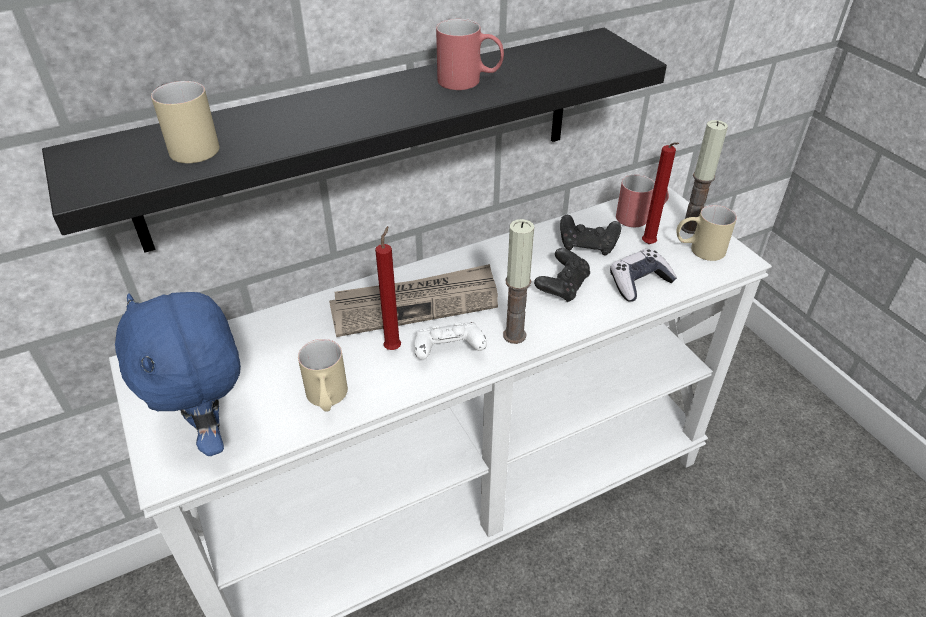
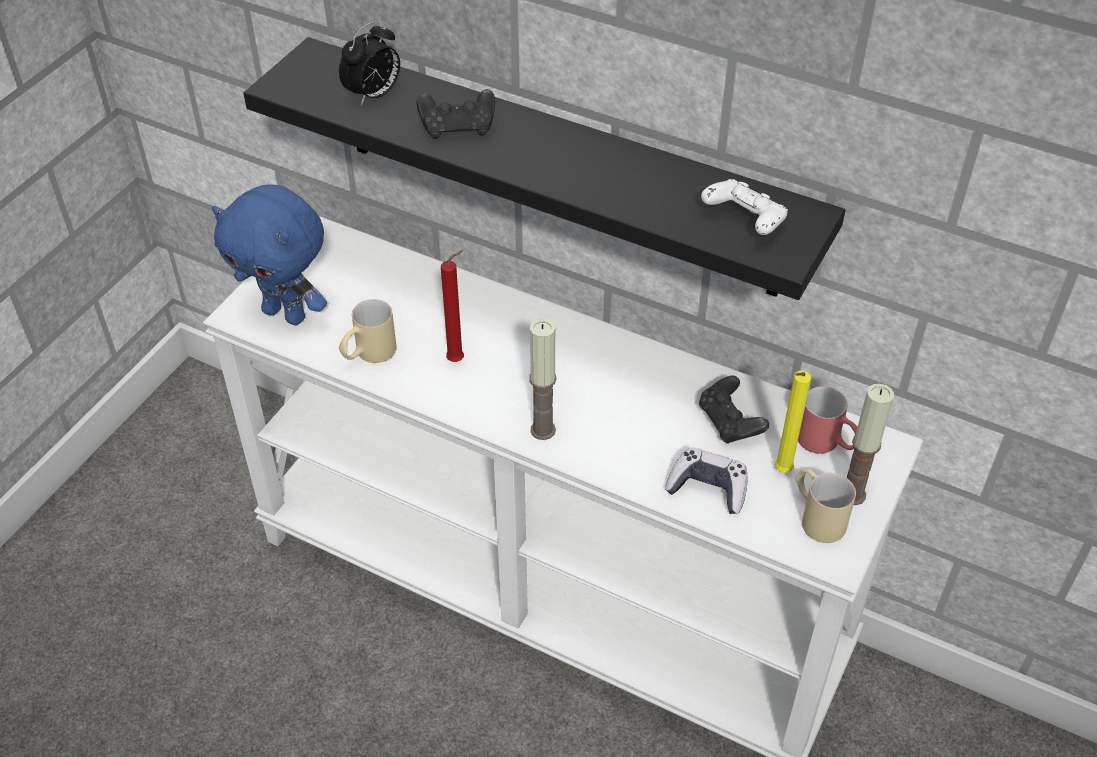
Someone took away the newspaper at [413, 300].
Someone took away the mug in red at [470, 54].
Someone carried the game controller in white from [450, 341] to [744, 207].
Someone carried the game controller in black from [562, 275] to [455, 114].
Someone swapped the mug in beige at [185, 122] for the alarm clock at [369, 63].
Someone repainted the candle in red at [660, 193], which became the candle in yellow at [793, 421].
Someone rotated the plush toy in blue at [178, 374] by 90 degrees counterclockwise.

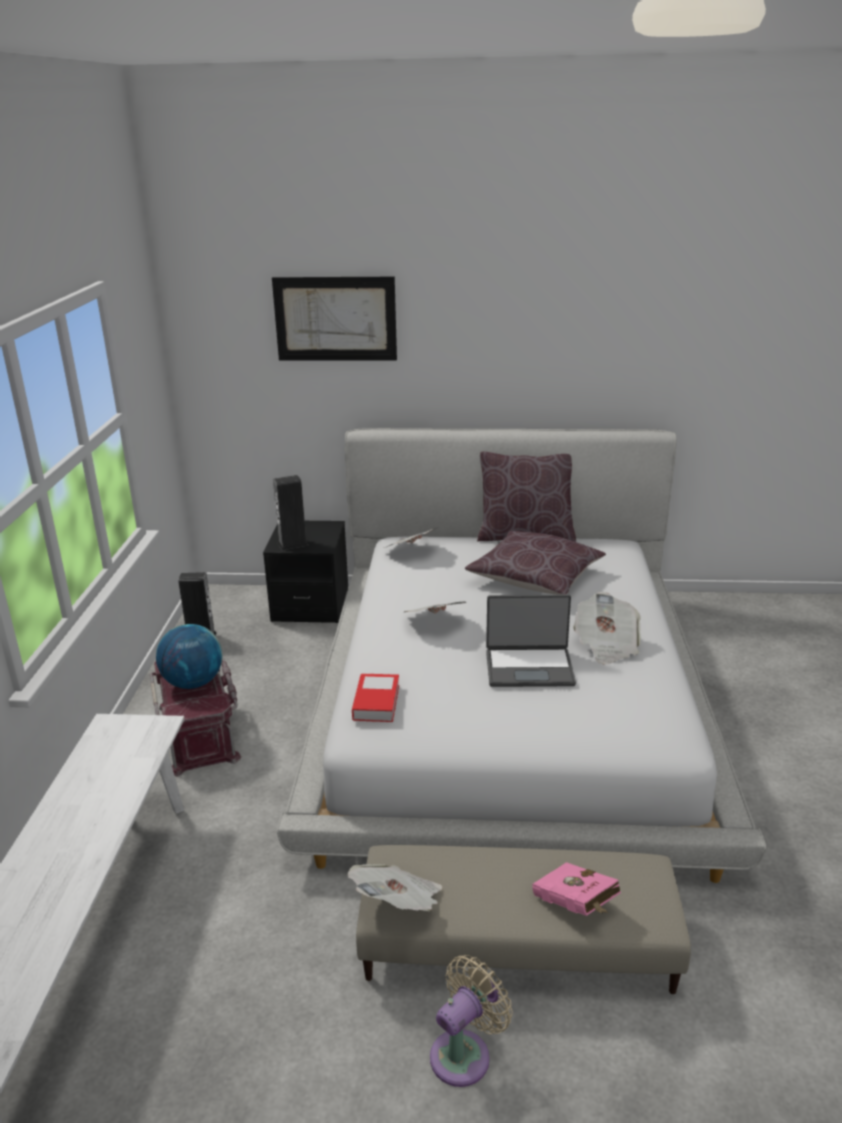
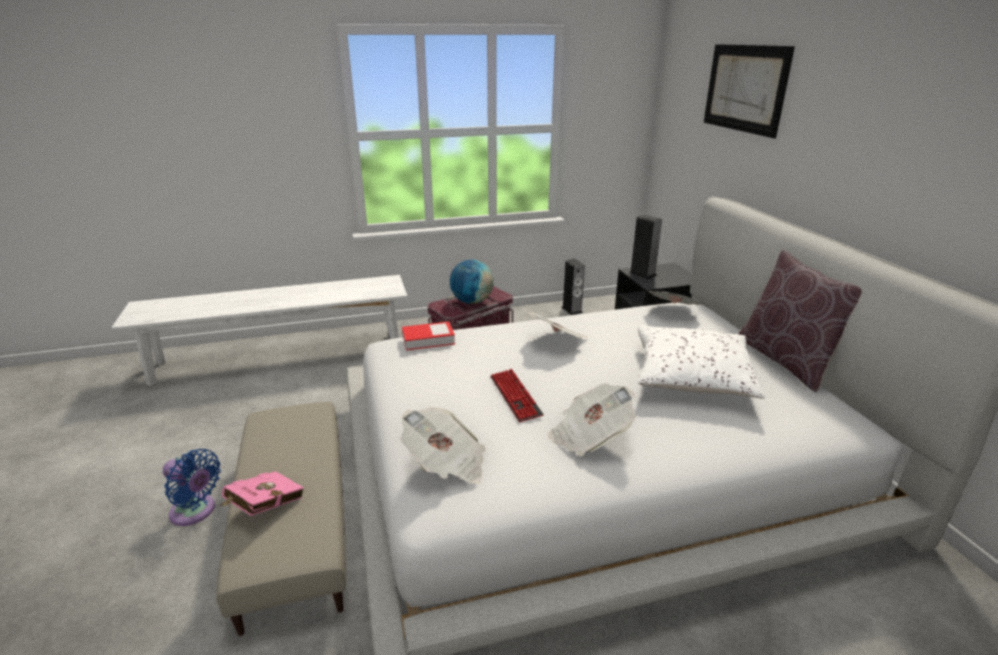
Someone carried the newspaper from [395, 887] to [442, 445].
Someone swapped the laptop at [531, 641] for the keyboard at [517, 395].
Someone repainted the fan in beige at [471, 1021], which became the fan in blue at [192, 487].
Someone repainted the pillow in brown at [535, 563], which became the pillow in white at [701, 362].

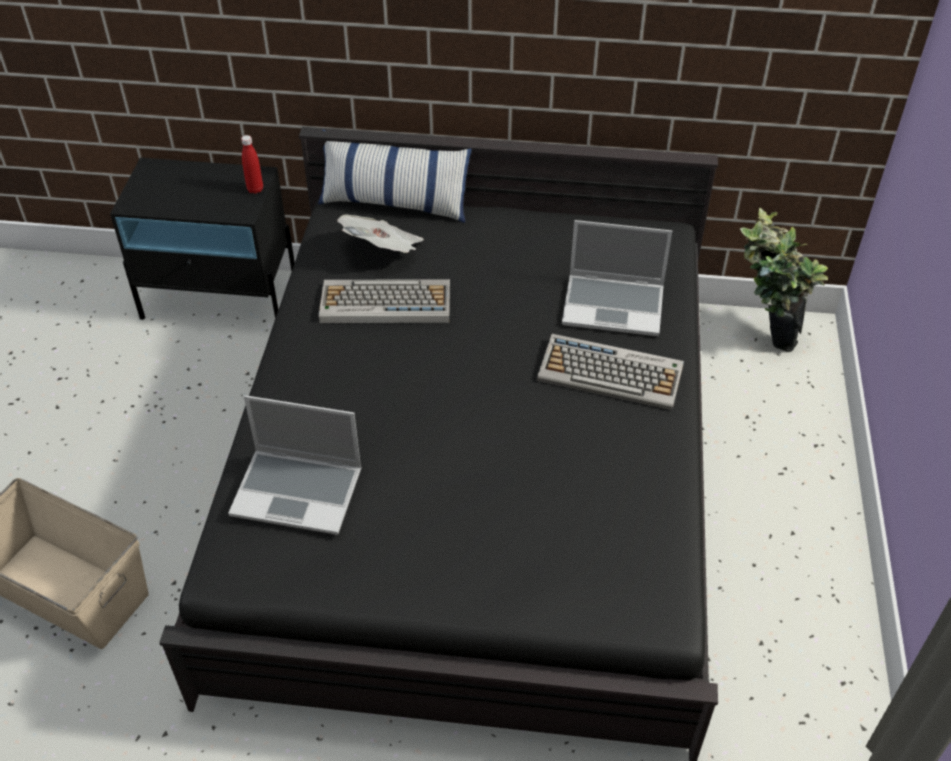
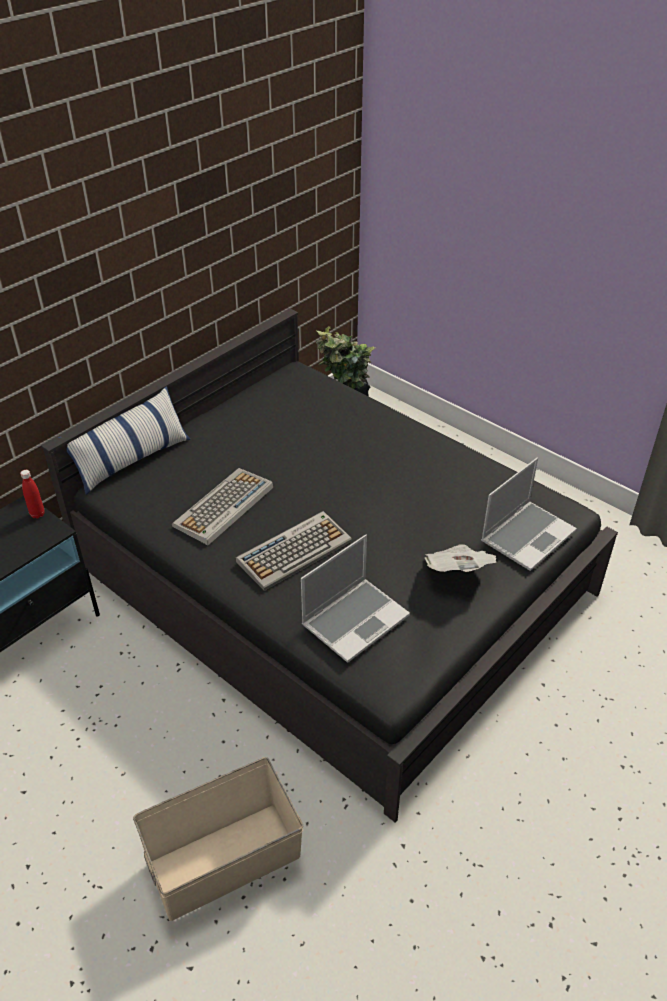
Someone carried the newspaper from [380, 233] to [461, 558].
Someone carried the keyboard from [610, 372] to [294, 551].
Someone carried the laptop from [617, 278] to [529, 514].

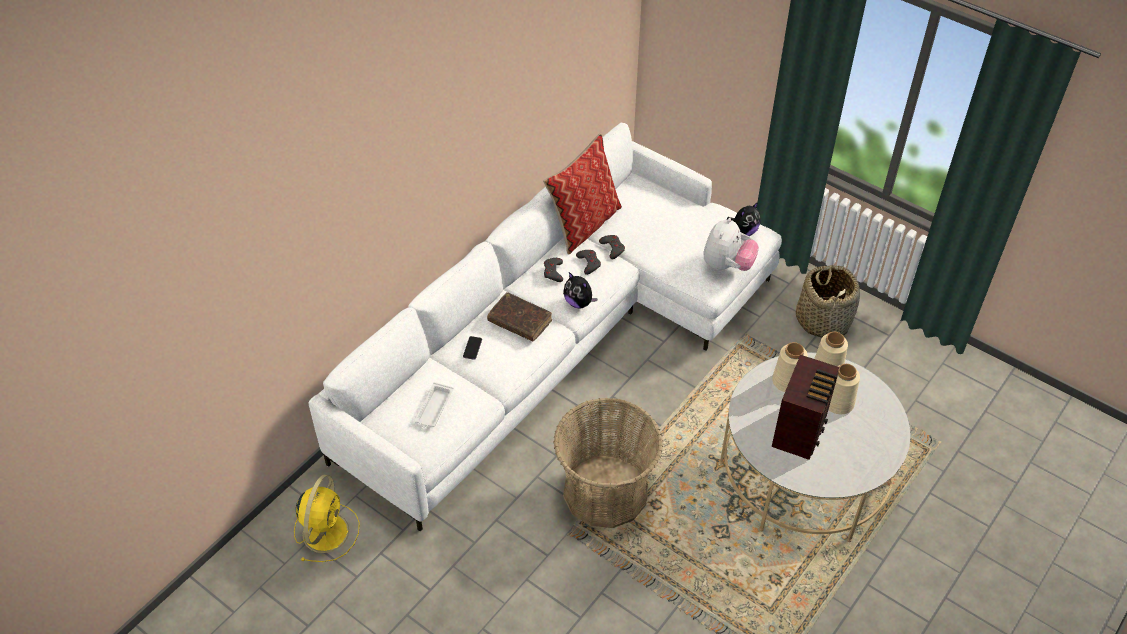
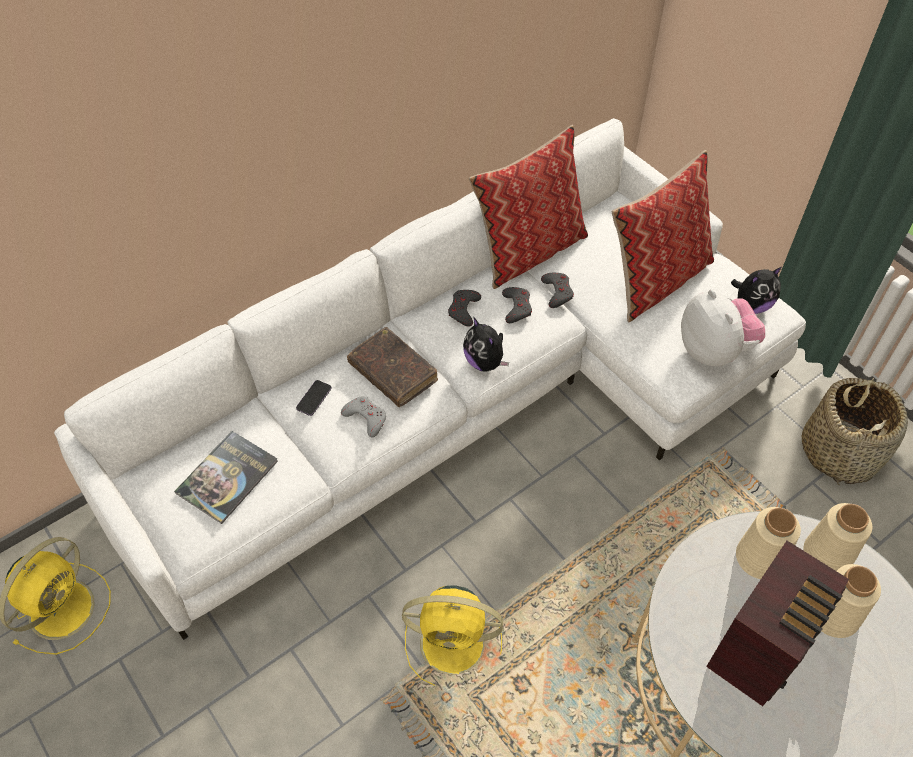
Someone put down the game controller in grey at [363, 417].
Someone put down the pillow at [662, 236].
Someone swapped the tray in white at [434, 404] for the book at [226, 477].
Someone swapped the basket at [608, 463] for the fan in yellow at [452, 636].
Someone rotated the plush toy at [731, 244] by 60 degrees counterclockwise.

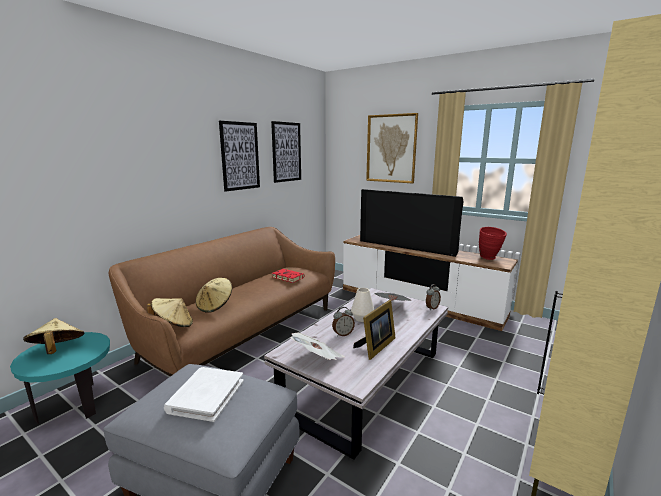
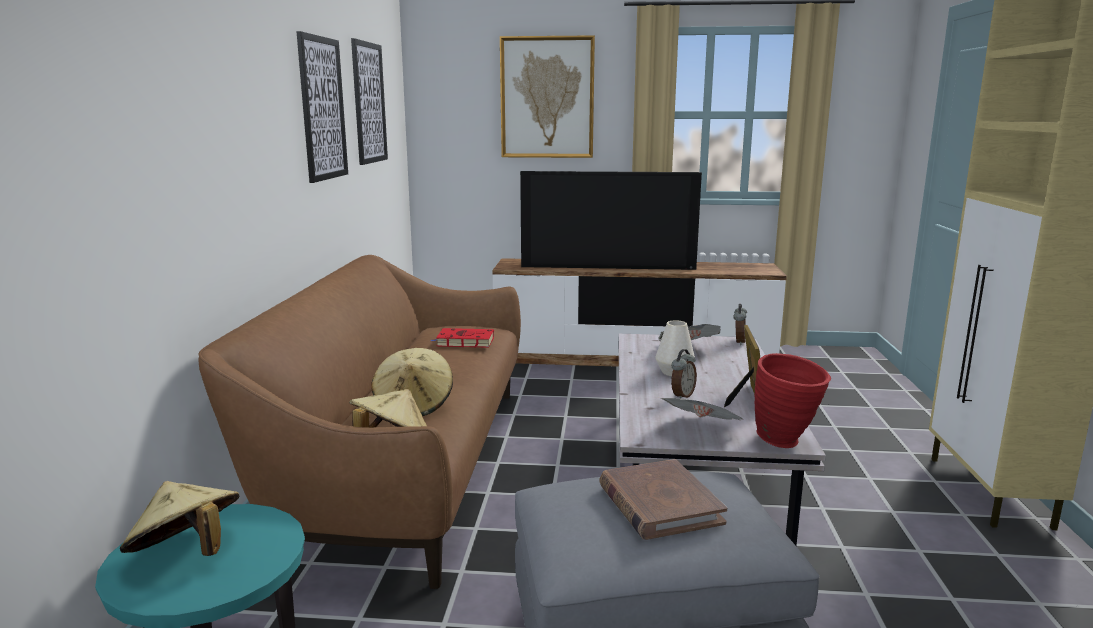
Someone carried the vase in red from [493, 243] to [792, 400].
Someone repainted the book in white at [204, 394], which became the book in brown at [663, 499].

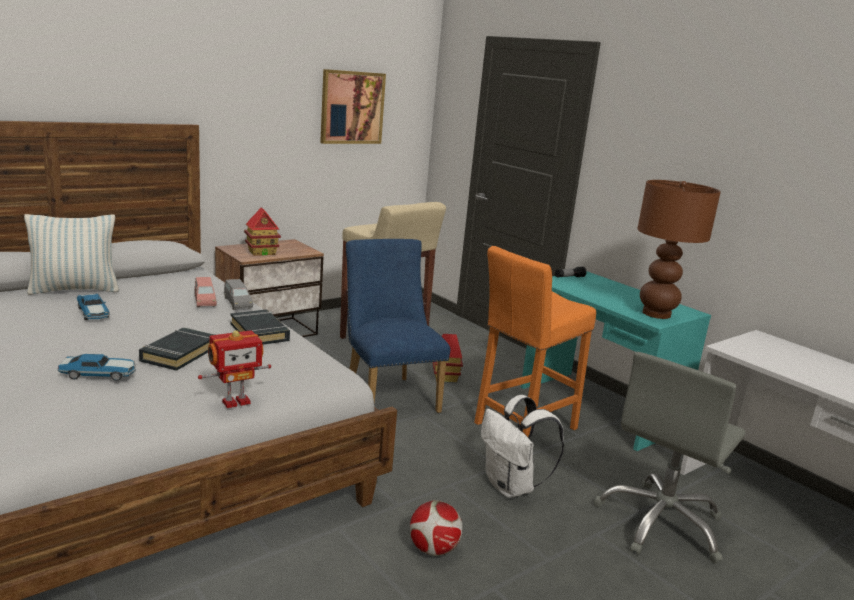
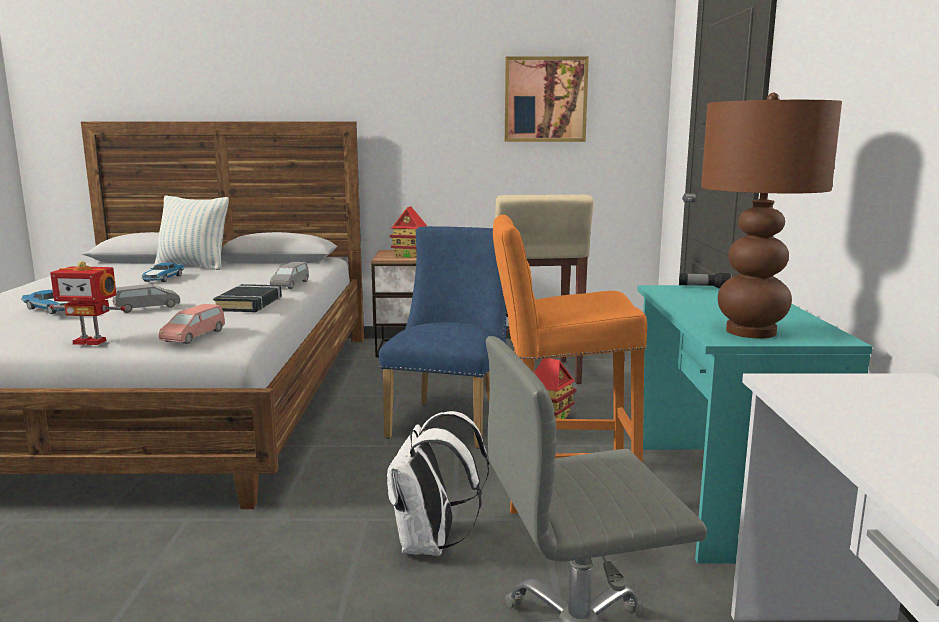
Someone took away the football at [436, 528].
Someone carried the toy car in pink from [206, 292] to [192, 324].
Someone swapped the book in black at [177, 349] for the toy car in grey at [146, 298].

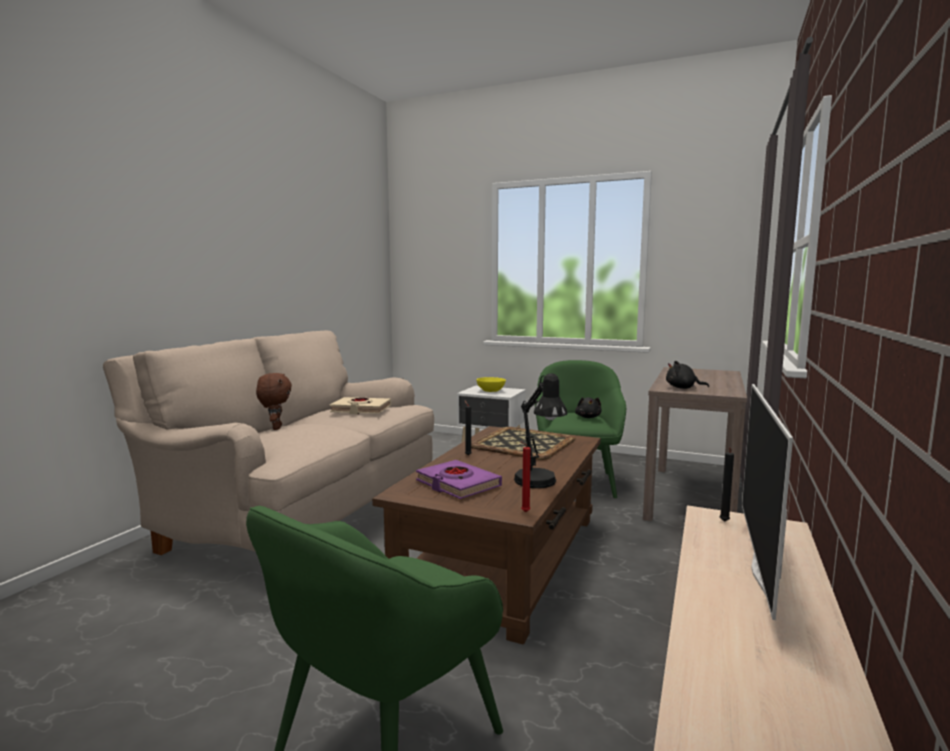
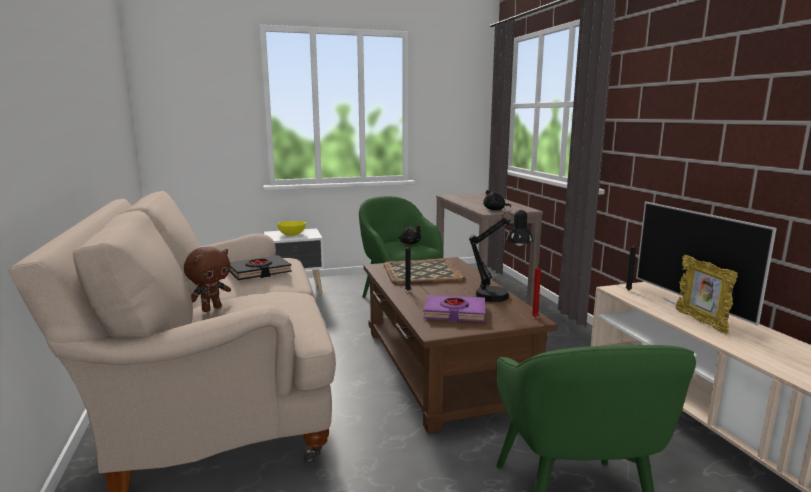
Someone put down the picture frame at [707, 294].
Someone repainted the book in beige at [360, 405], which became the book in black at [260, 267].
Someone rotated the plush toy in brown at [274, 401] by 90 degrees clockwise.

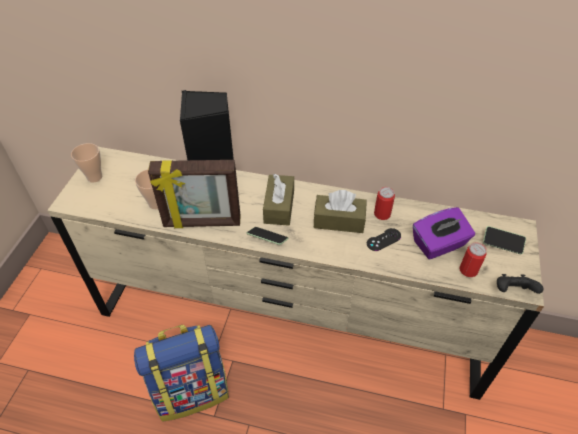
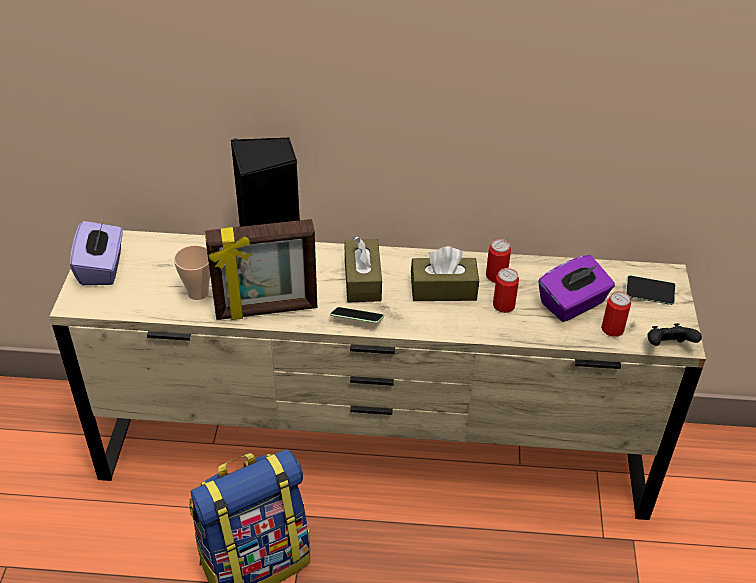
Someone swapped the cup at [86, 163] for the tissue box in purple at [96, 253].
Someone swapped the game controller in black at [384, 239] for the can at [506, 290].

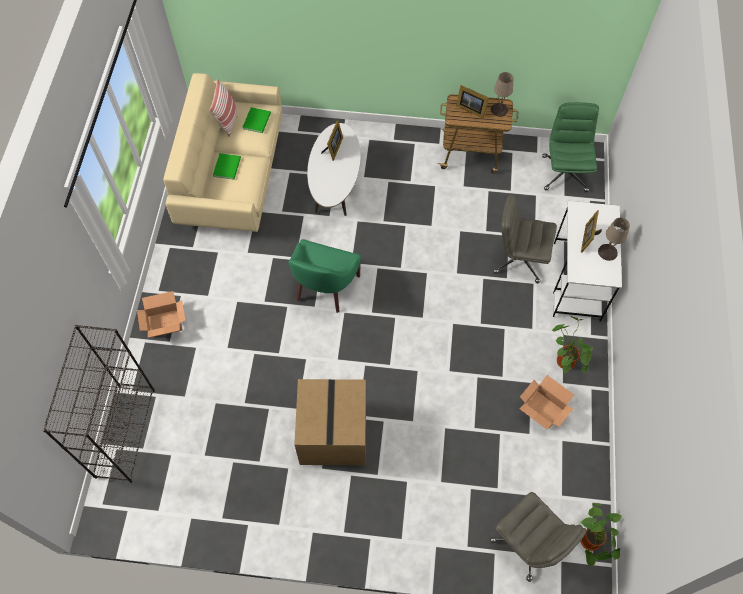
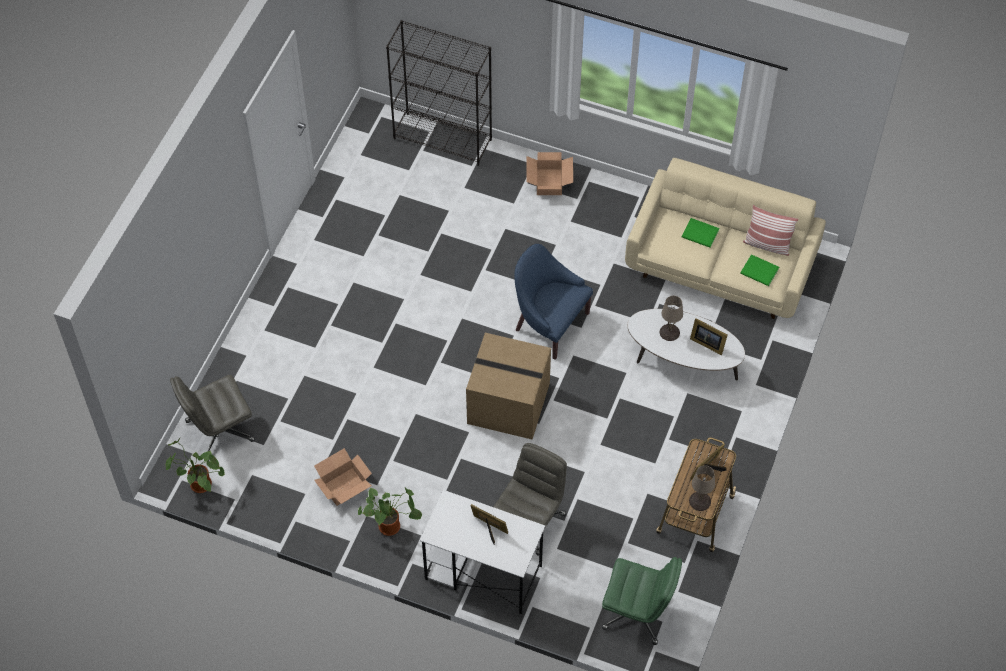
Someone carried the cardboard box from [330, 422] to [508, 386].
Someone carried the table lamp in beige from [614, 239] to [671, 318].
Someone repainted the armchair in green at [325, 276], which became the armchair in blue at [553, 302].

